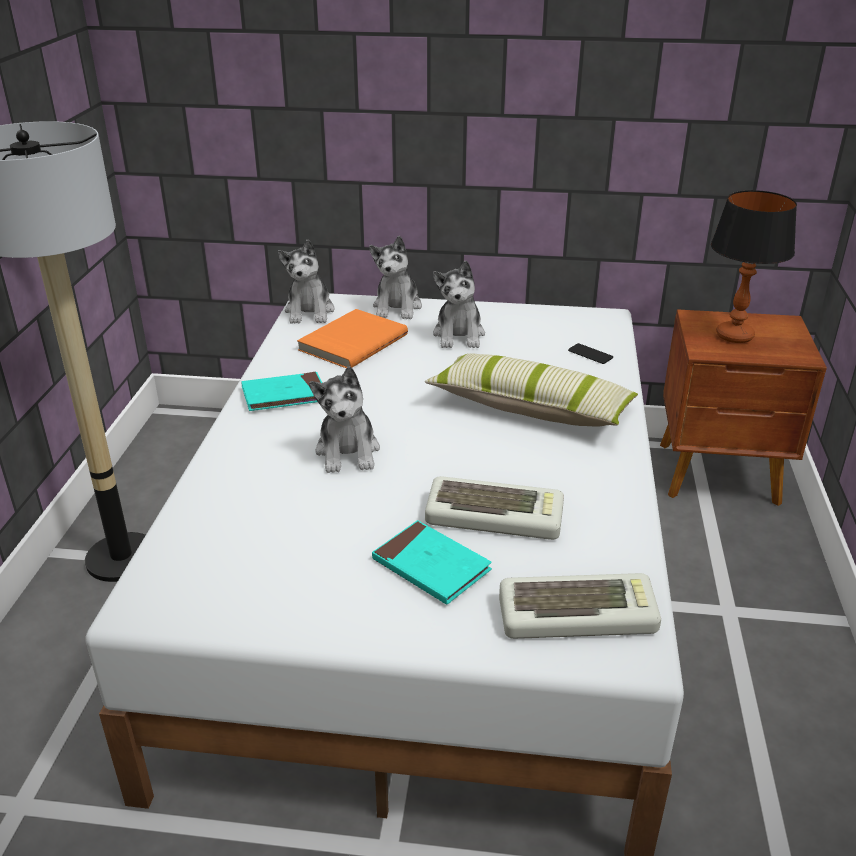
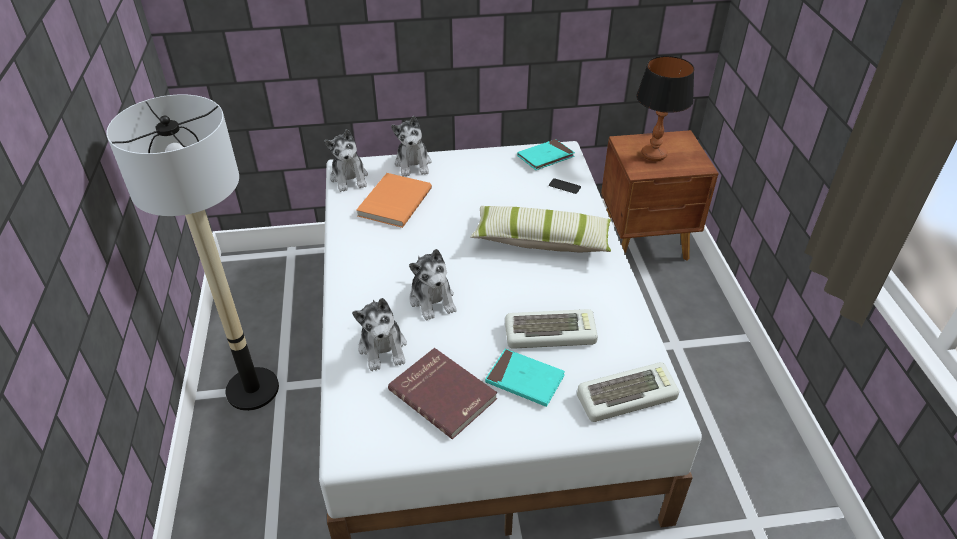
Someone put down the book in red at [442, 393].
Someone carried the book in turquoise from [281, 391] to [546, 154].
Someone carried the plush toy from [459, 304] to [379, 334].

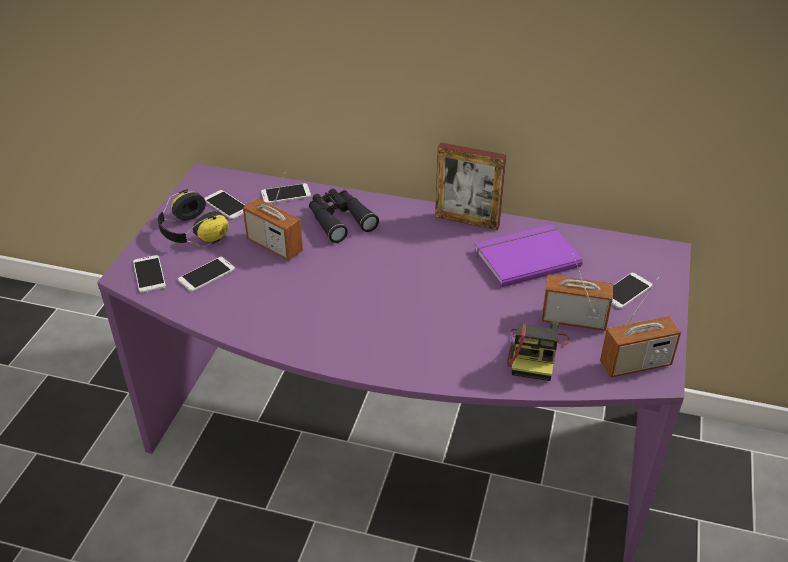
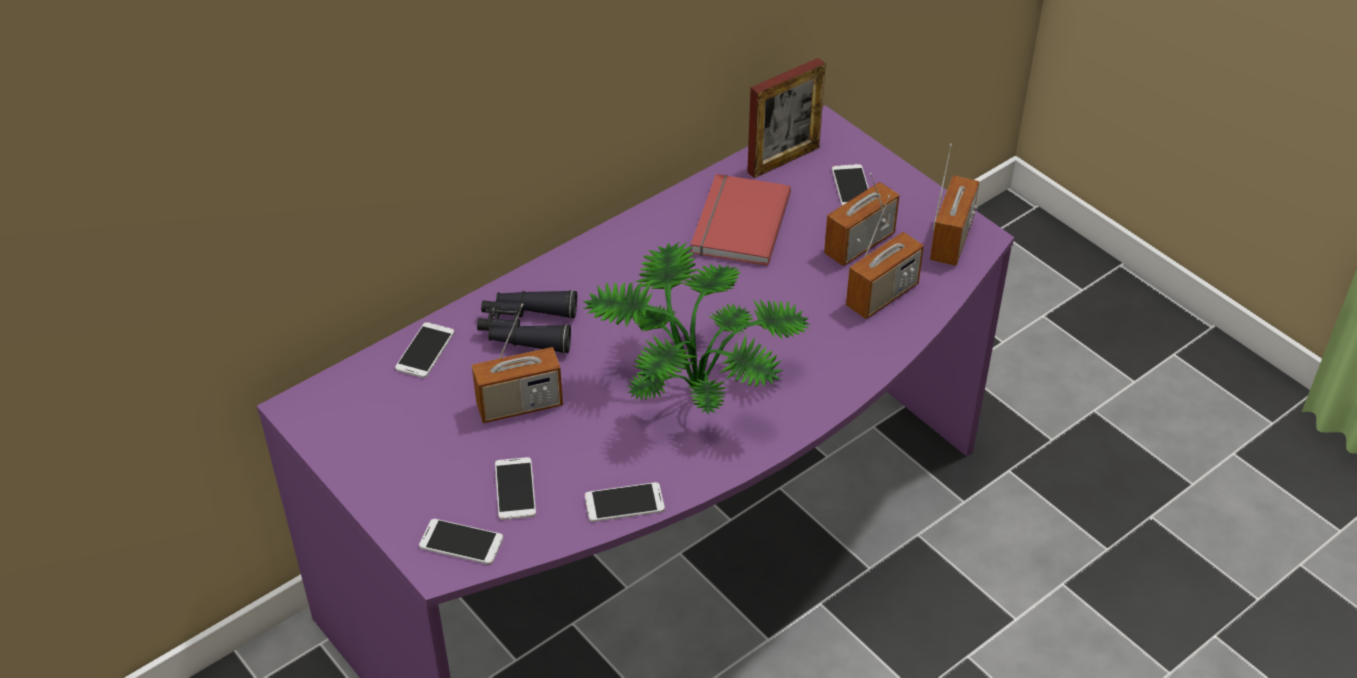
Someone took away the headphones at [193, 218].
Someone put down the potted plant at [697, 328].
Someone carried the phone from [225, 204] to [625, 502].
Someone carried the picture frame from [471, 186] to [786, 118].
Someone swapped the photo camera at [538, 351] for the radio at [885, 257].
Someone repainted the book in purple at [528, 256], which became the book in red at [741, 220].

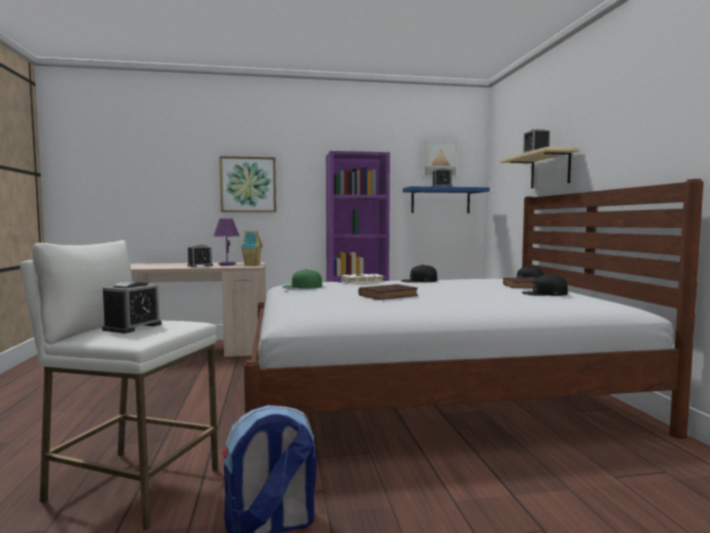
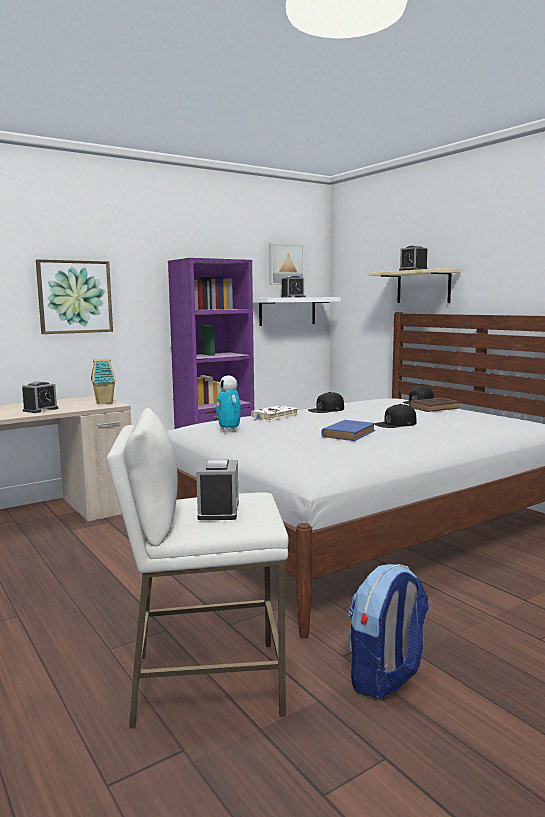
Someone took away the table lamp in purple at [226, 242].
Someone carried the cap in black from [545, 285] to [395, 416].
Someone swapped the cap in green at [302, 279] for the toy robot at [228, 403].
Someone repainted the book in brown at [388, 292], which became the book in blue at [348, 430].
Someone repainted the shelf in blue at [446, 199], which became the shelf in white at [297, 311].

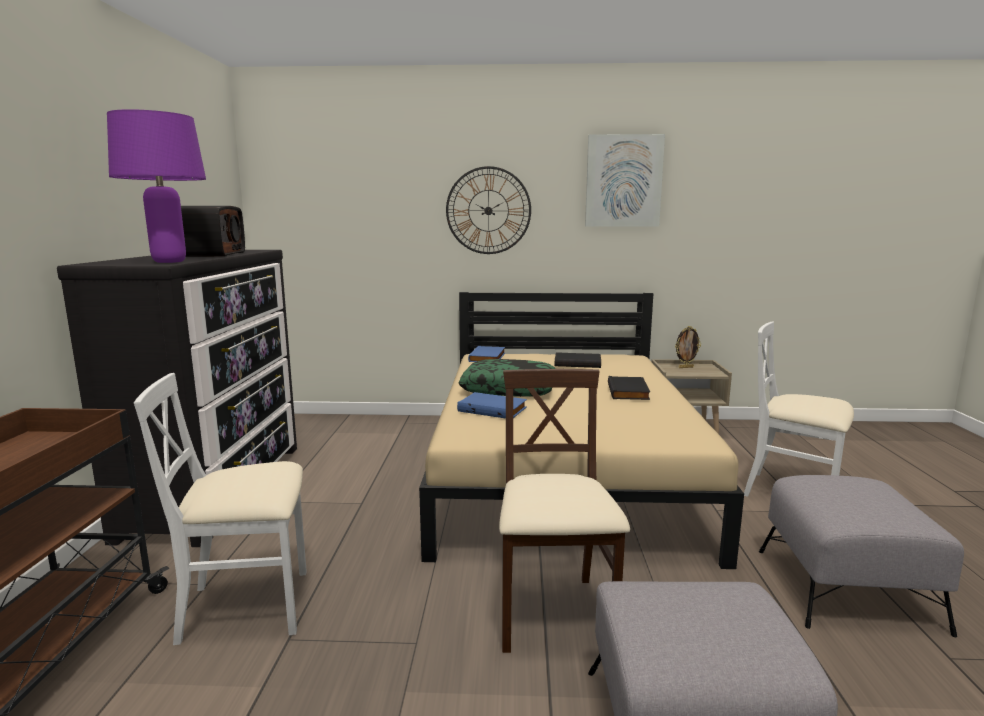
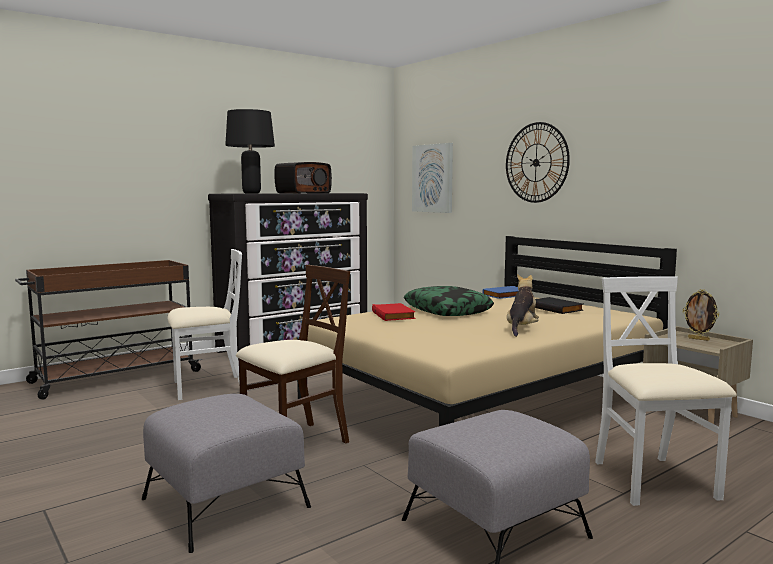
Someone carried the picture from [625, 180] to [432, 178].
Someone swapped the book in black at [629, 388] for the plush toy at [523, 305].
Someone repainted the table lamp in purple at [156, 186], which became the table lamp in black at [250, 151].
Someone repainted the book in blue at [492, 405], which became the book in red at [393, 312].
Someone rotated the chair in white at [220, 509] by 120 degrees clockwise.

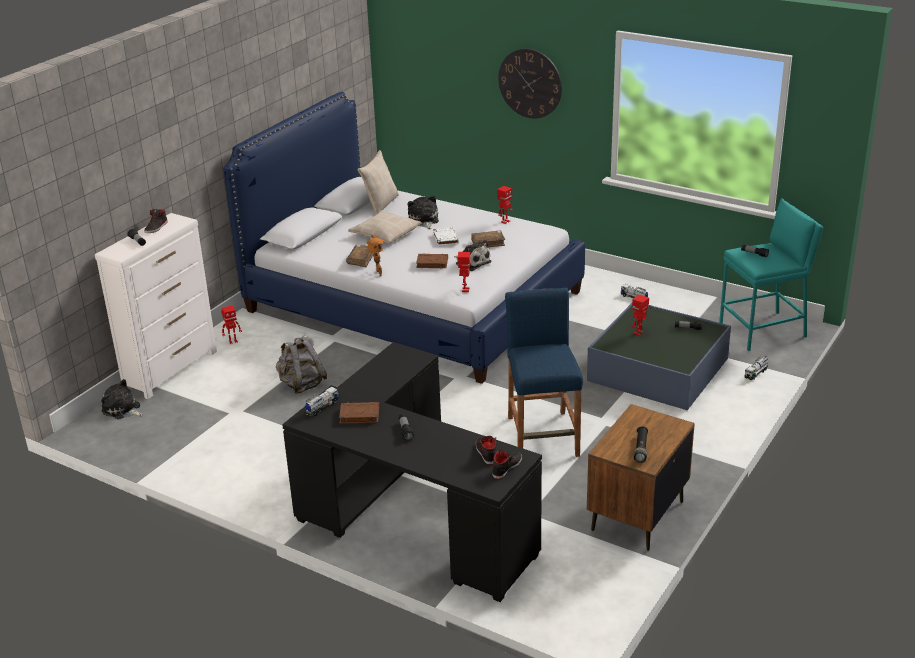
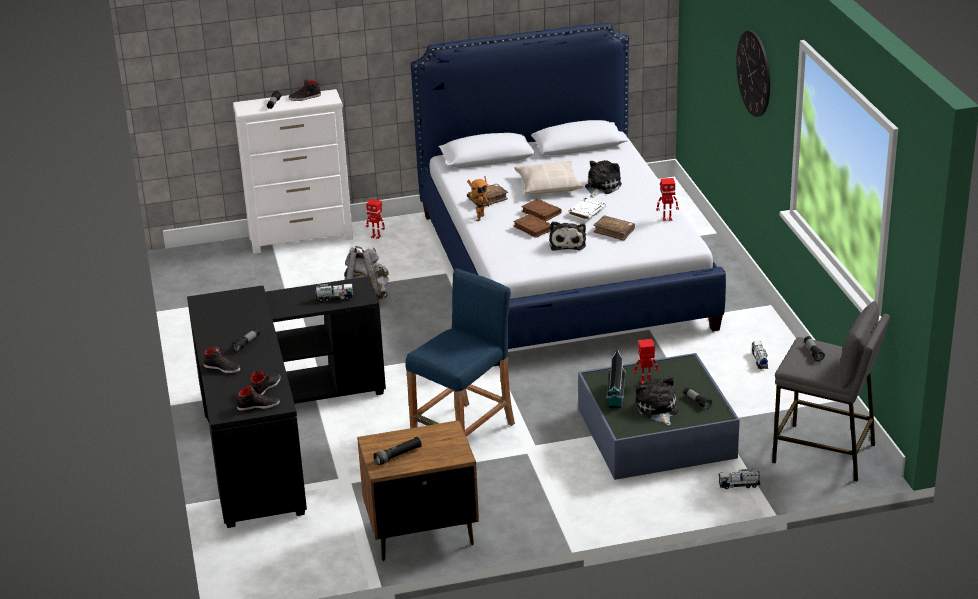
Someone took away the pillow in beige at [378, 182].
Someone took away the toy robot at [464, 272].
Someone put down the shoe in black at [221, 359].
Someone put down the toy house at [616, 378].
Someone carried the plush toy from [122, 399] to [656, 400].
Someone carried the toy truck from [321, 402] to [334, 292].
Someone carried the book in brown from [359, 413] to [542, 210].
Someone repainted the stool in turquoise at [771, 274], which became the stool in grey at [831, 391].

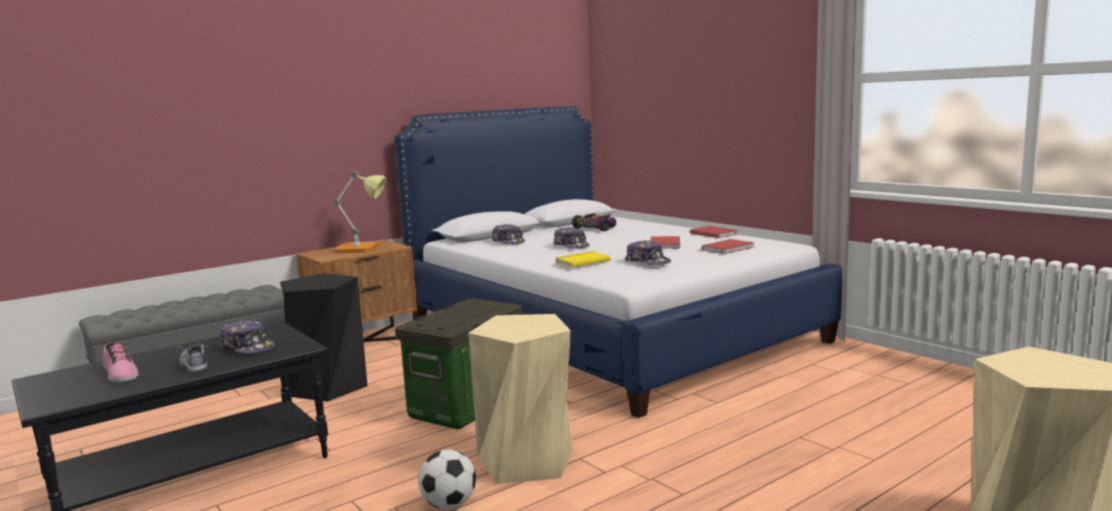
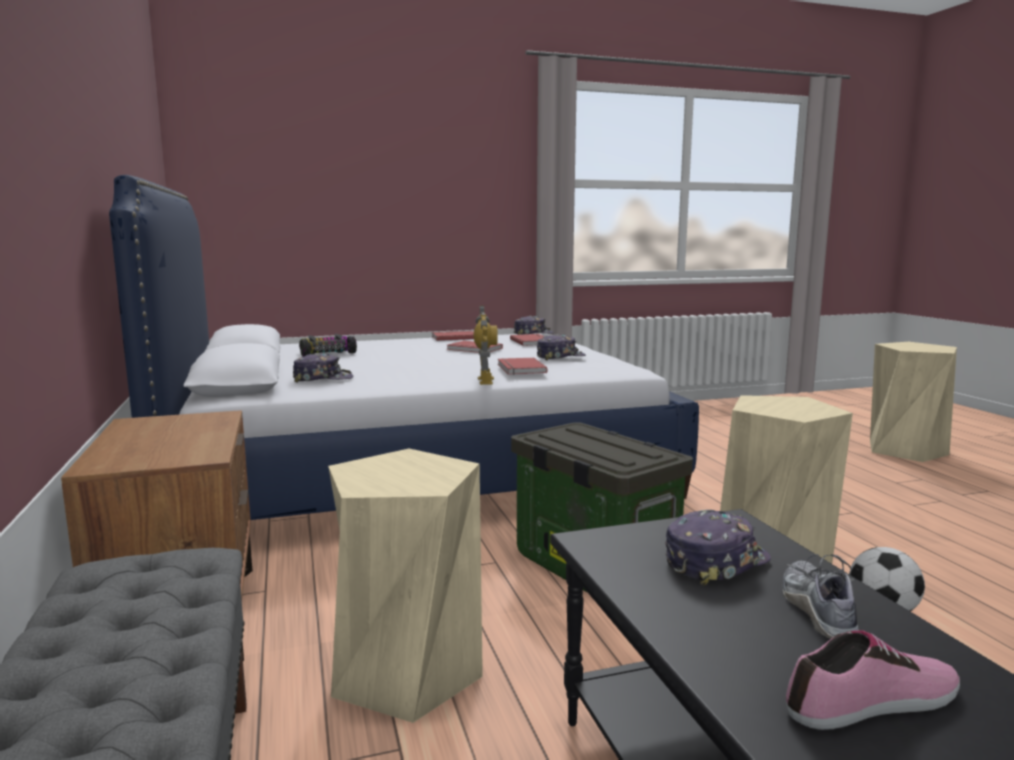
Someone took away the table lamp at [360, 212].
Someone put down the toy robot at [485, 345].
Someone carried the cap from [572, 238] to [534, 325].
Someone repainted the stool in black at [324, 337], which became the stool in beige at [405, 586].
Someone repainted the book in yellow at [583, 259], which became the book in red at [523, 366].
Someone rotated the shoe at [192, 355] by 105 degrees clockwise.

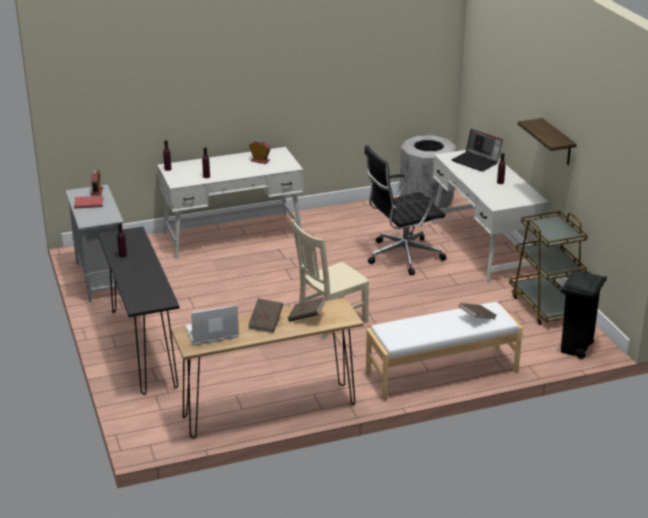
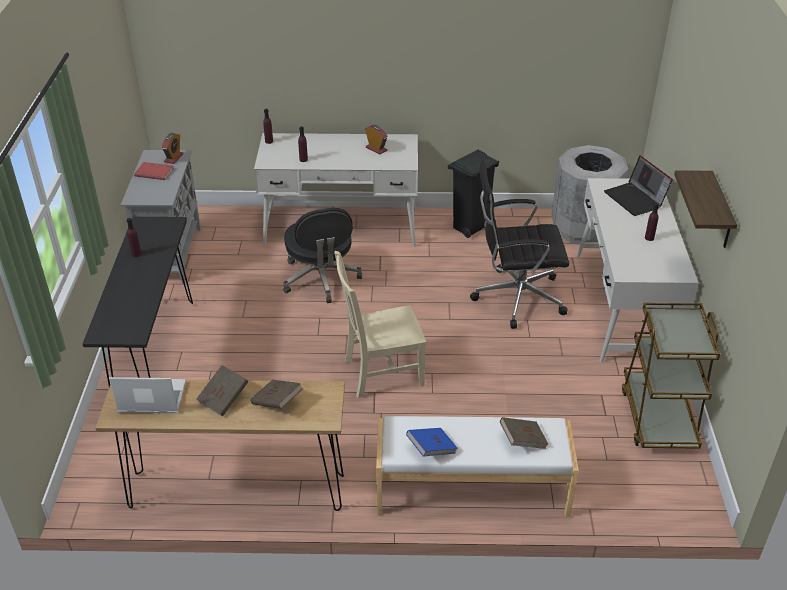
Someone put down the office chair in black at [322, 255].
Someone put down the book in blue at [432, 442].
Someone carried the trash can in black from [584, 314] to [473, 194].

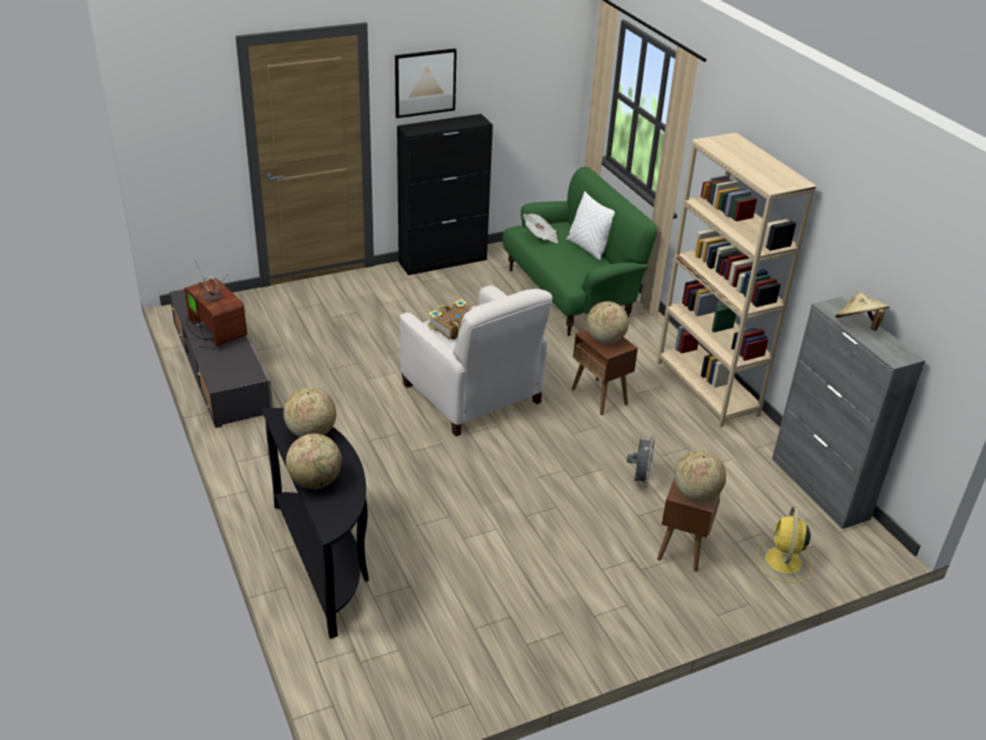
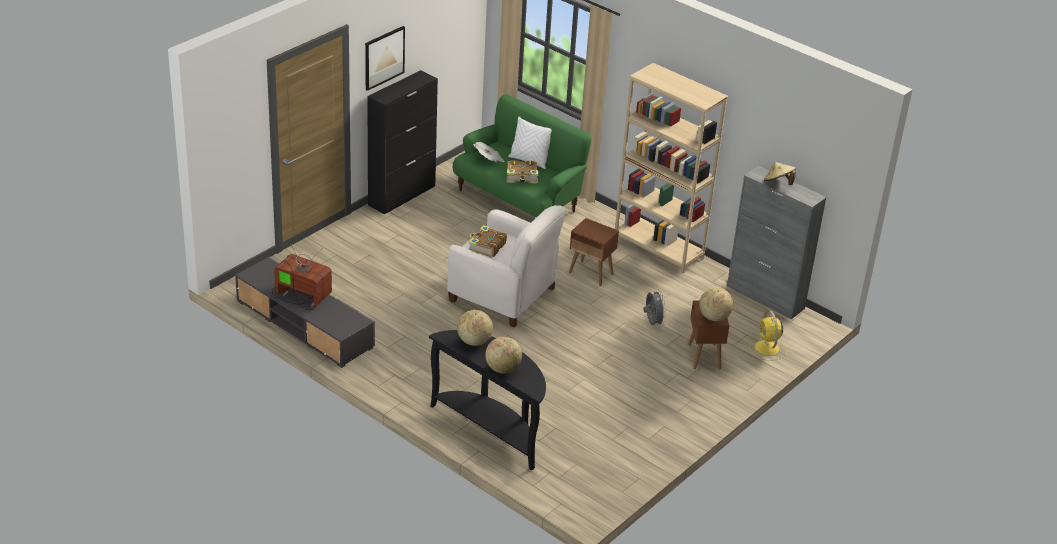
Someone took away the globe at [607, 322].
Someone put down the book at [522, 172].

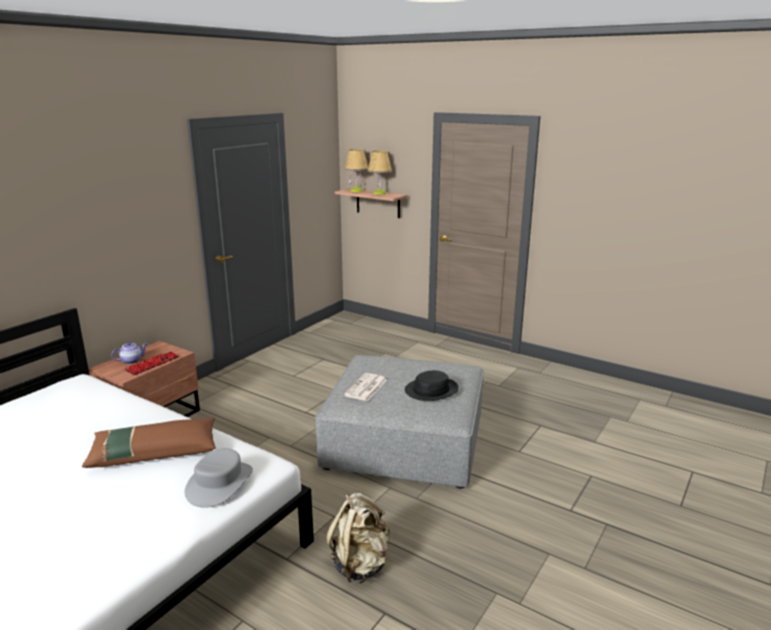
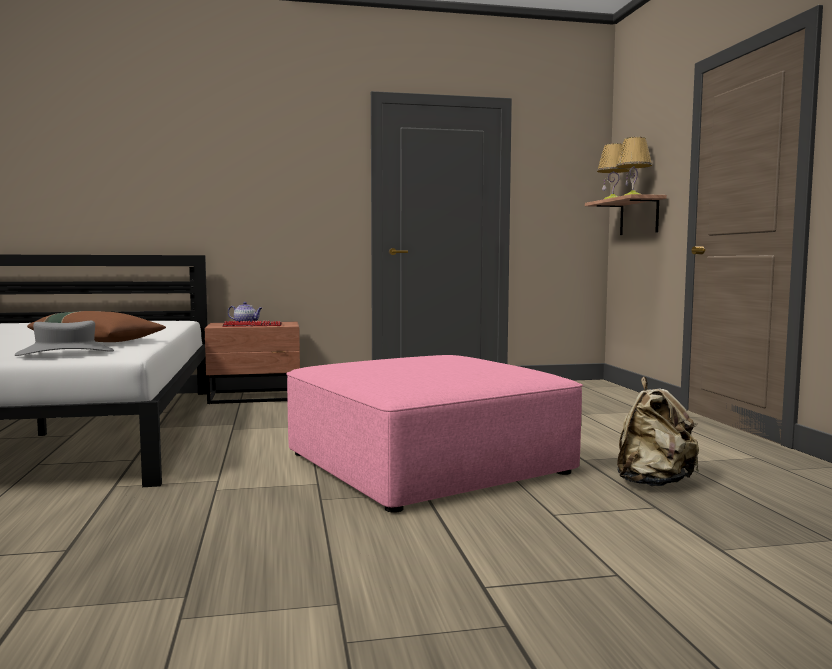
Someone took away the newspaper at [365, 387].
Someone took away the hat in black at [432, 385].
Someone carried the backpack in beige from [358, 538] to [658, 431].
Someone repainted the ottoman in grey at [399, 422], which became the ottoman in pink at [434, 434].

